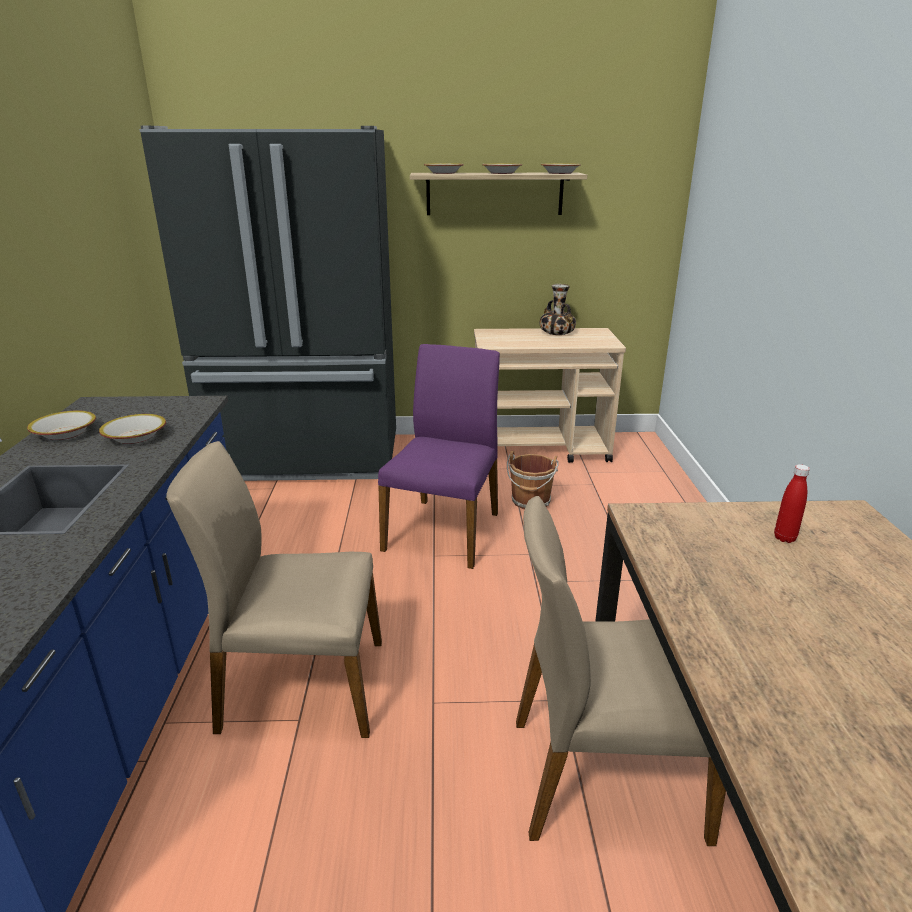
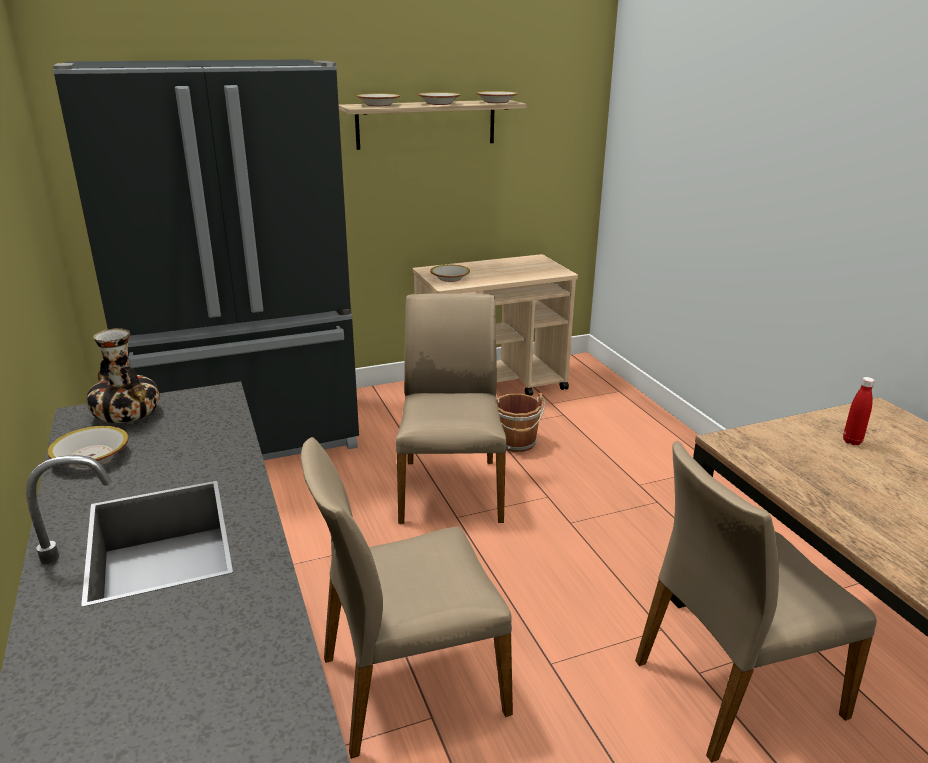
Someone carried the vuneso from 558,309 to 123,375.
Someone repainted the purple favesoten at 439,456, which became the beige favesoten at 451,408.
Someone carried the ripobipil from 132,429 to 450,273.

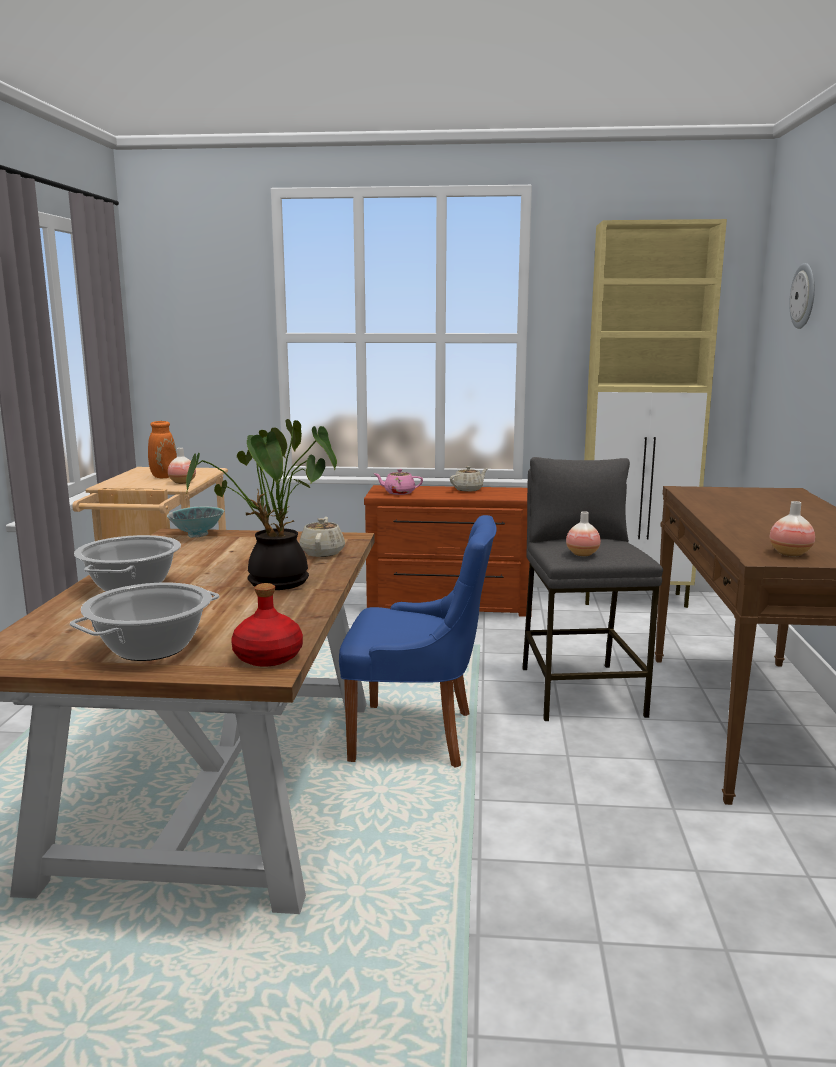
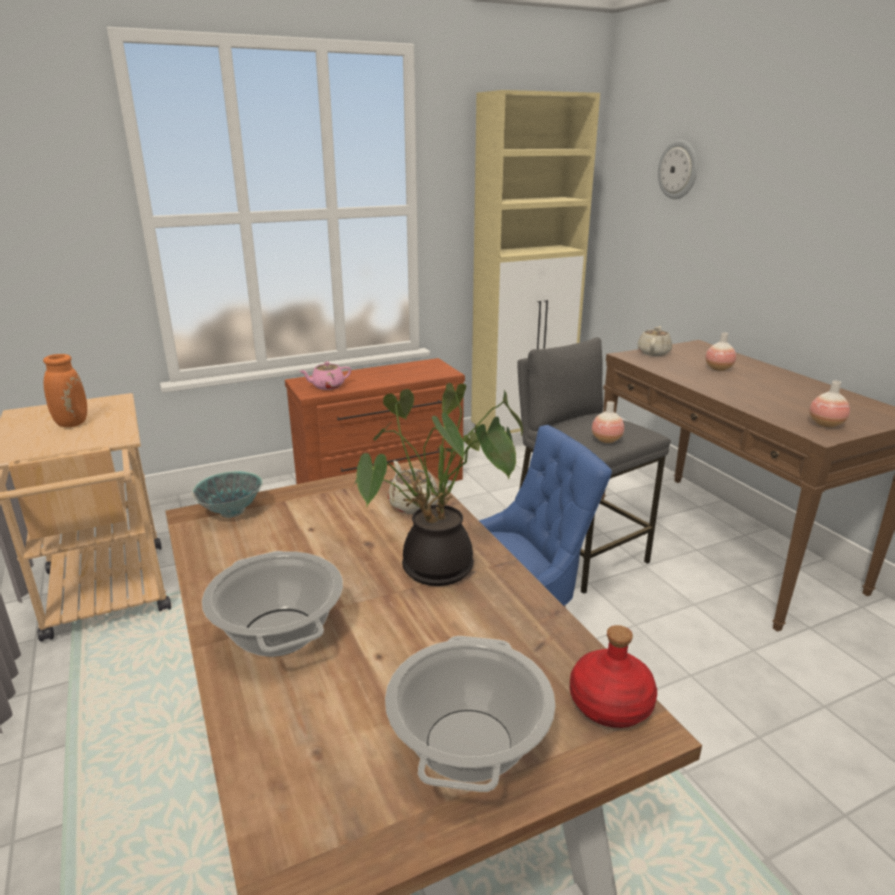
Someone carried the vuneso from 182,466 to 720,352.
Someone carried the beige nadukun from 469,479 to 655,341.

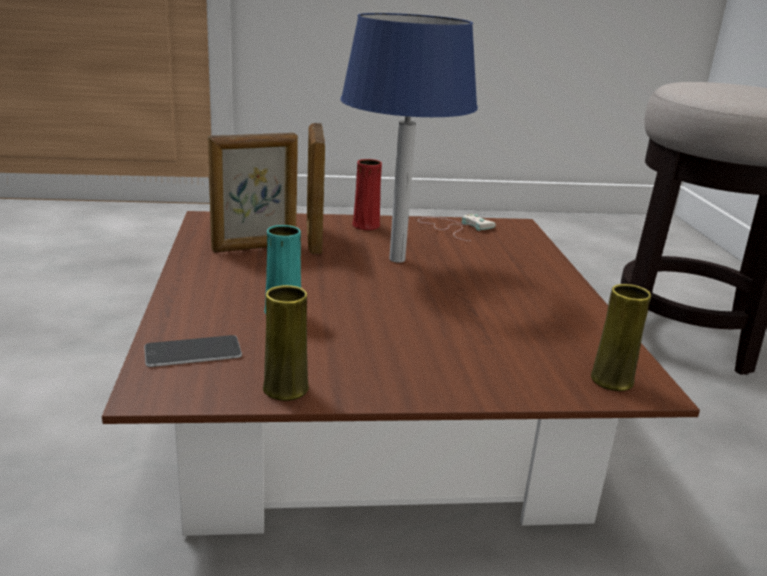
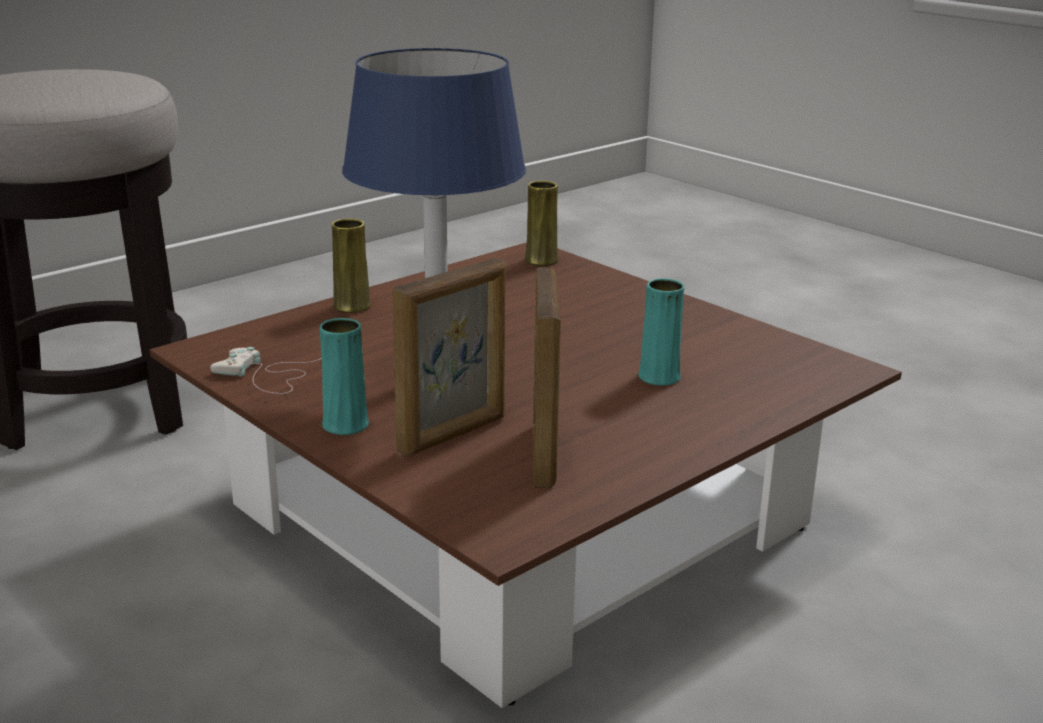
Someone rotated the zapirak at 253,192 by 60 degrees clockwise.
Someone repainted the red vuneso at 367,194, which became the turquoise vuneso at 344,376.
Someone carried the yellow vuneso from 286,343 to 351,265.
Someone took away the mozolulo at 193,351.

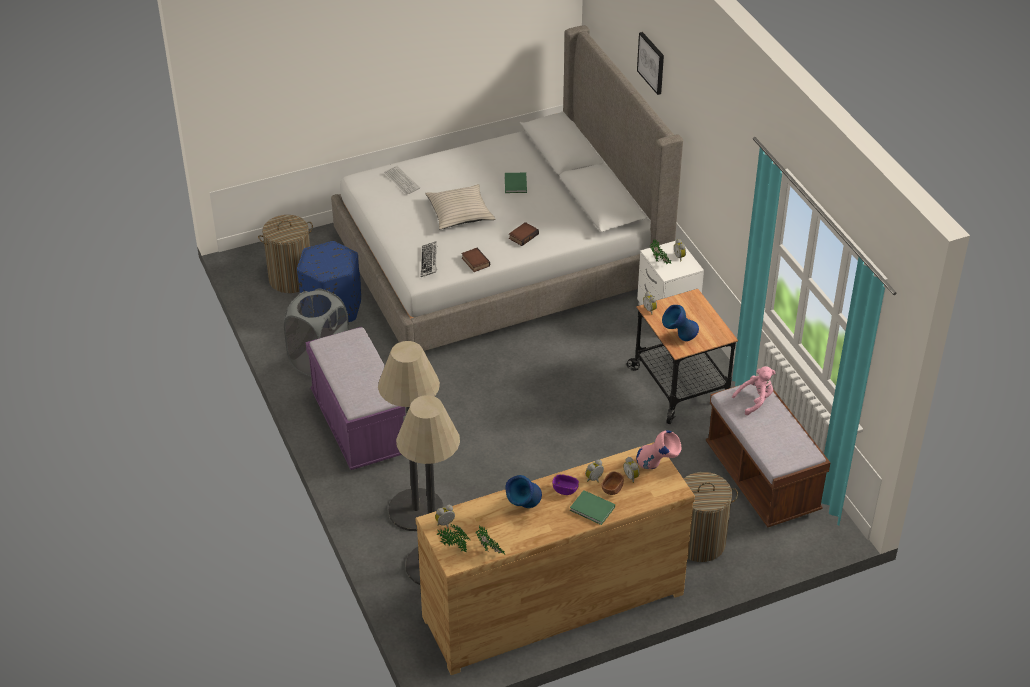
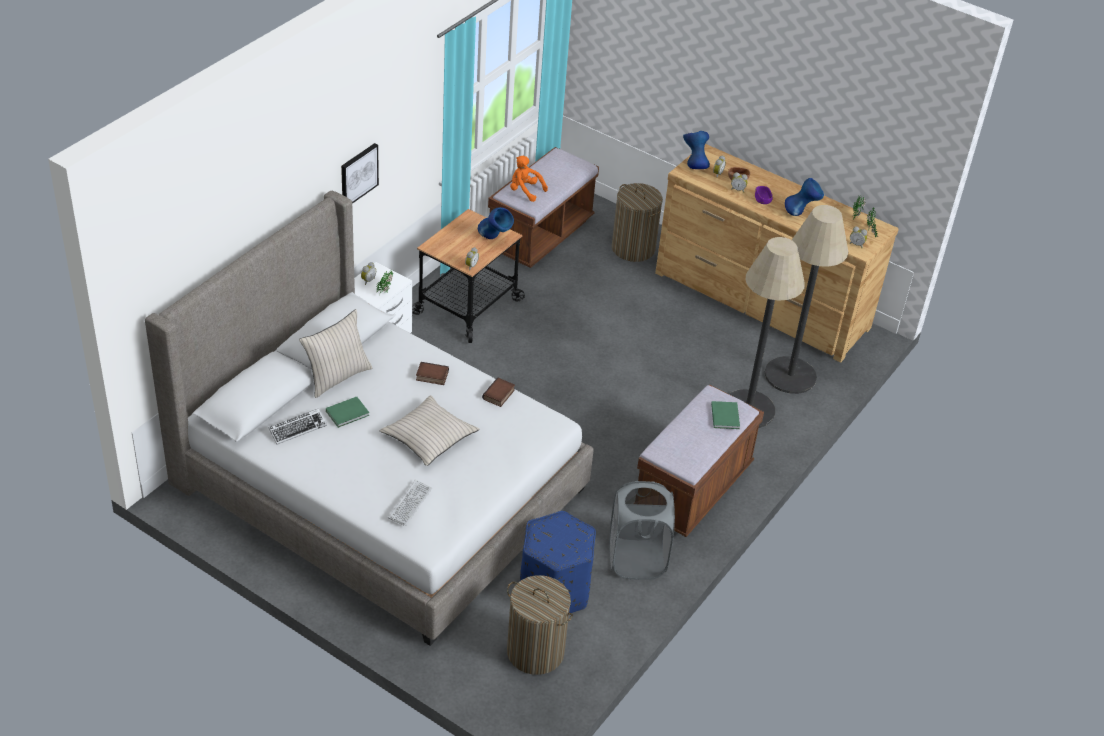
Someone carried the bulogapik from 650,63 to 360,173.
Someone carried the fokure from 429,259 to 297,426.
Someone repainted the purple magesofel at 356,398, which became the brown magesofel at 700,461.
Someone repainted the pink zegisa at 753,390, which became the orange zegisa at 529,179.
Someone repainted the pink vuneso at 658,449, which became the blue vuneso at 696,150.
Someone carried the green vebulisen from 592,507 to 725,415.
Someone put down the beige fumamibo at 335,353.

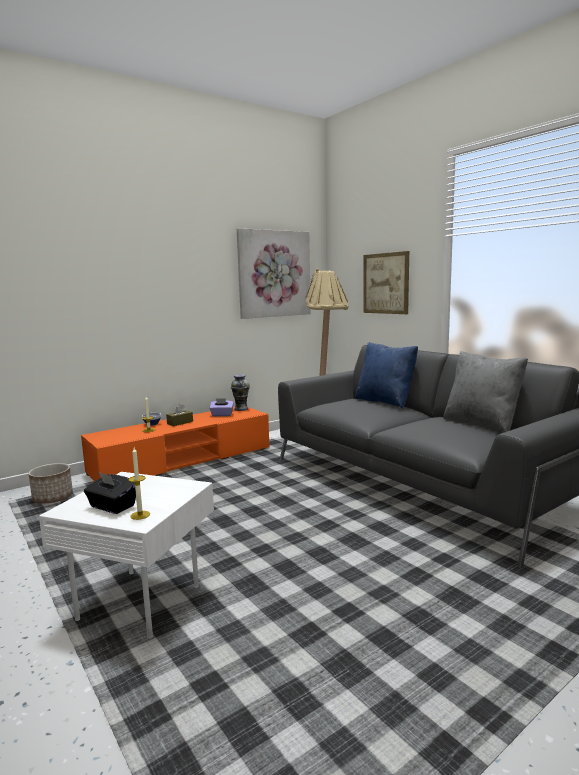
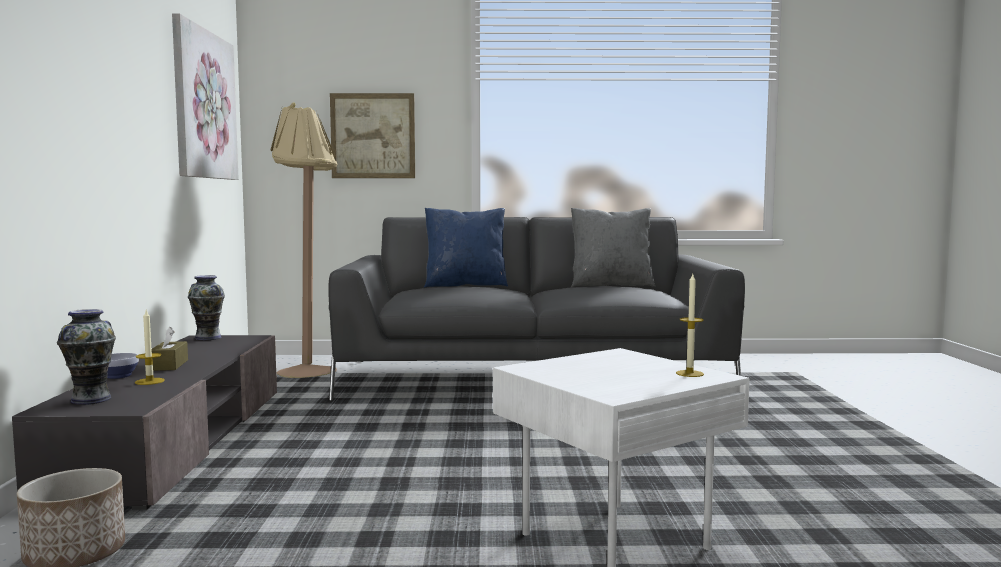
Someone took away the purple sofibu at 221,407.
Someone repainted the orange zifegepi at 175,444, which became the grey zifegepi at 144,422.
Someone took away the black sofibu at 110,493.
Someone put down the vuneso at 86,357.

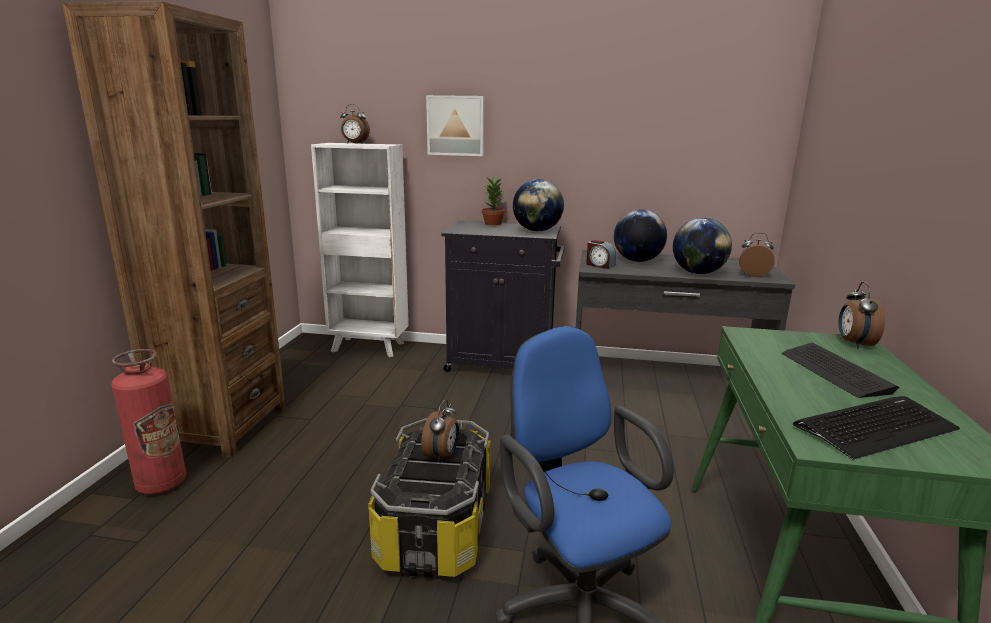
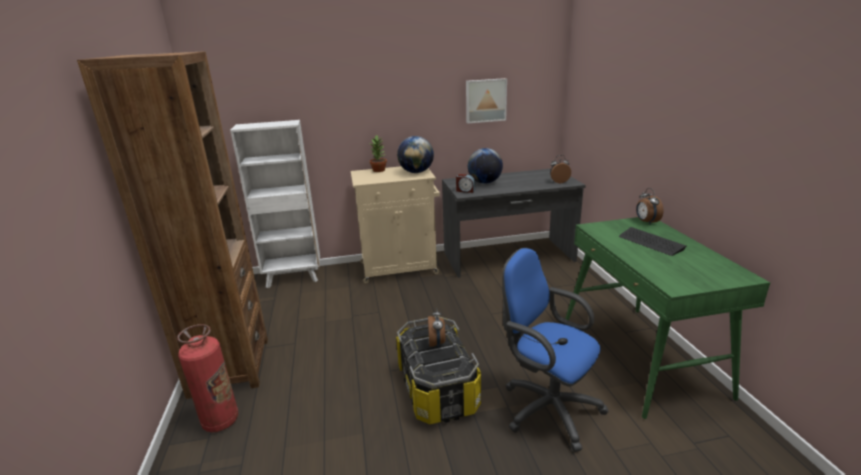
Someone carried the bulogapik from 455,125 to 486,100.
Someone took away the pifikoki at 355,124.
Someone took away the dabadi at 702,246.
Someone repainted the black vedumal at 503,296, which became the beige vedumal at 395,225.
Someone took away the fokure at 876,428.

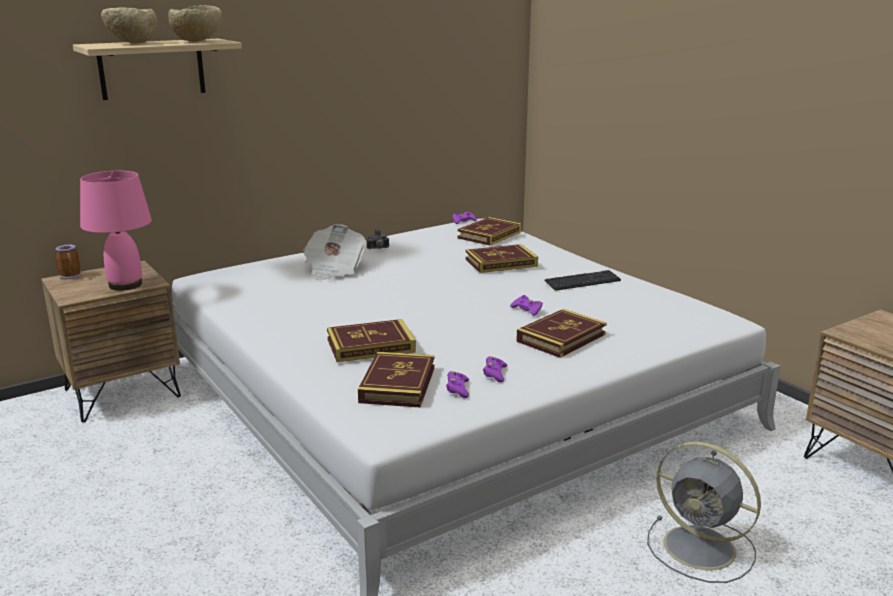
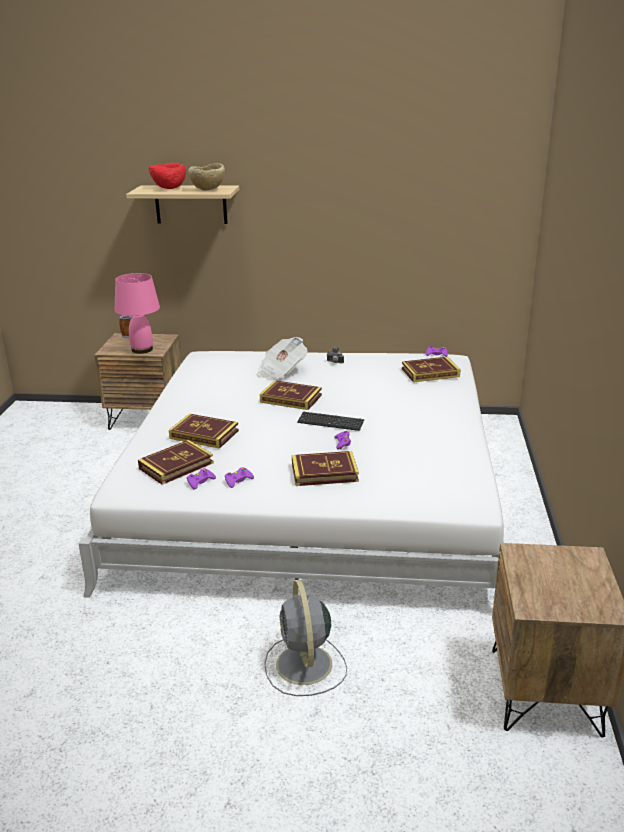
Someone repainted the beige ripobipil at 129,25, which became the red ripobipil at 167,176.
Someone carried the vebulisen from 502,258 to 291,395.
Someone carried the fokure from 582,280 to 330,421.

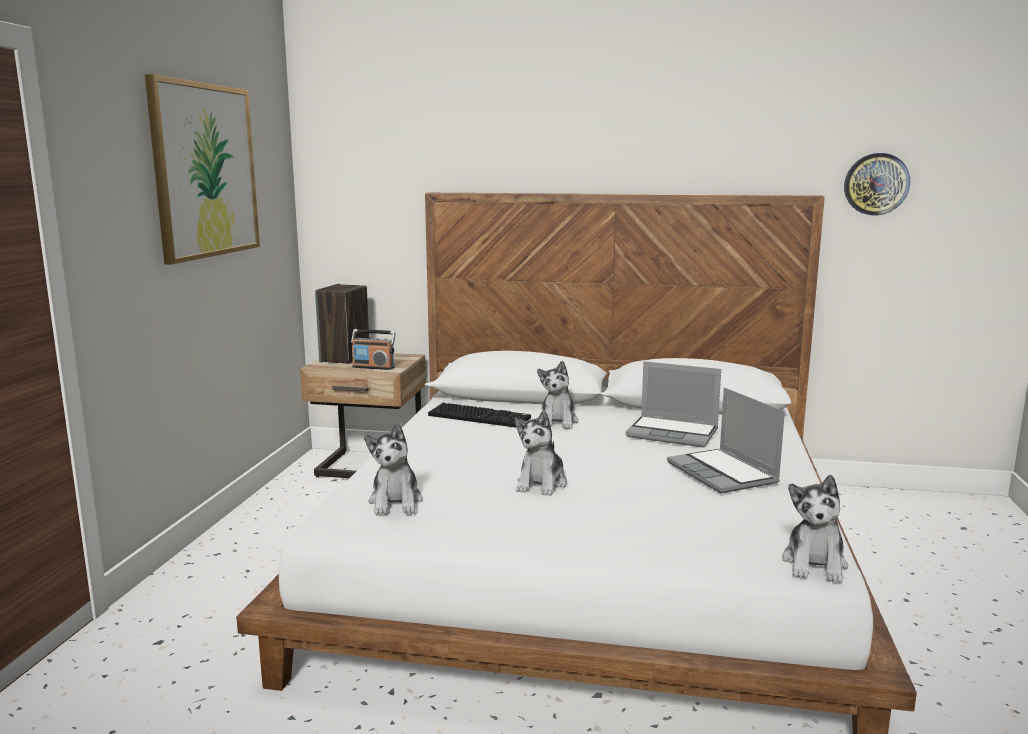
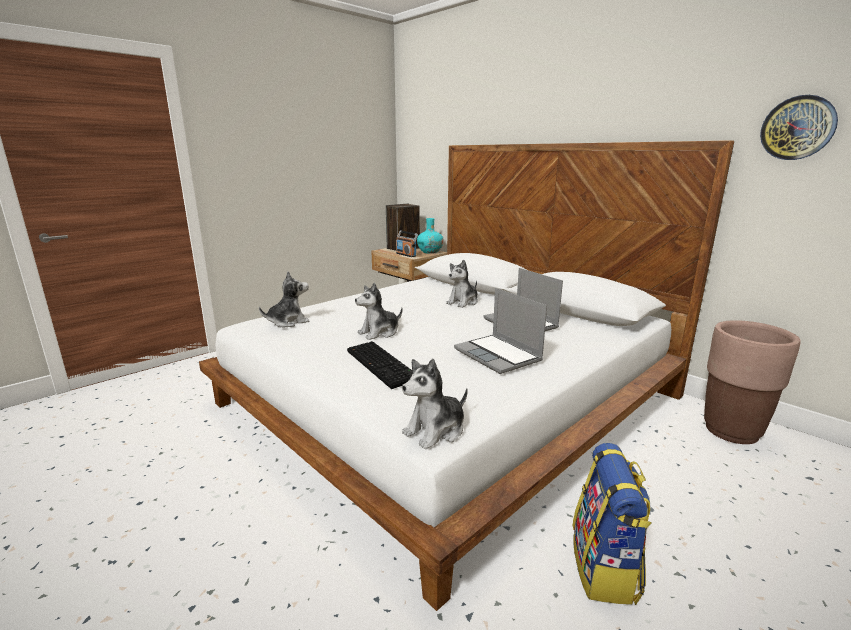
Someone took away the bulogapik at 202,169.
Someone rotated the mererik at 726,440 by 45 degrees counterclockwise.
Someone carried the fokure from 479,415 to 379,365.
Someone rotated the zegisa at 393,469 by 150 degrees counterclockwise.
Someone put down the turquoise vuneso at 430,236.
Someone put down the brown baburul at 752,382.
Someone put down the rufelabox at 611,524.

